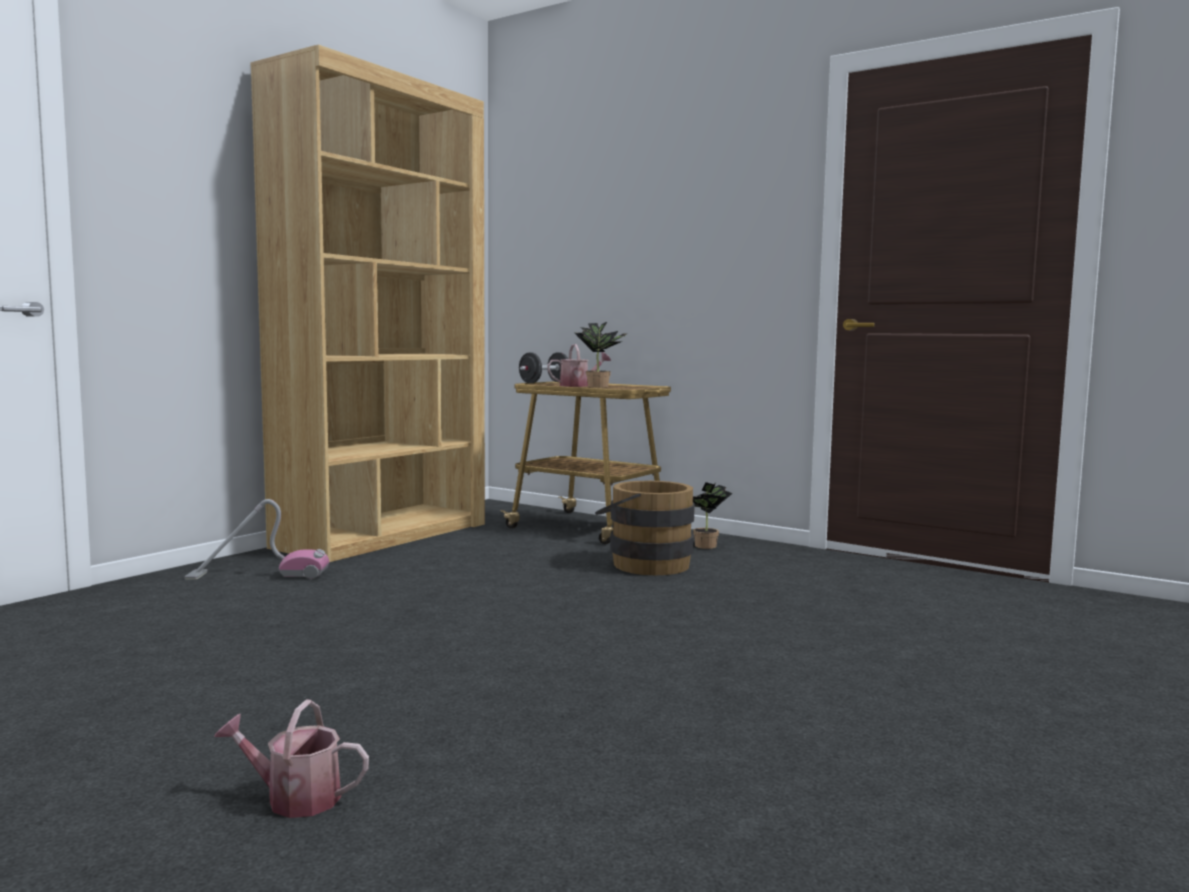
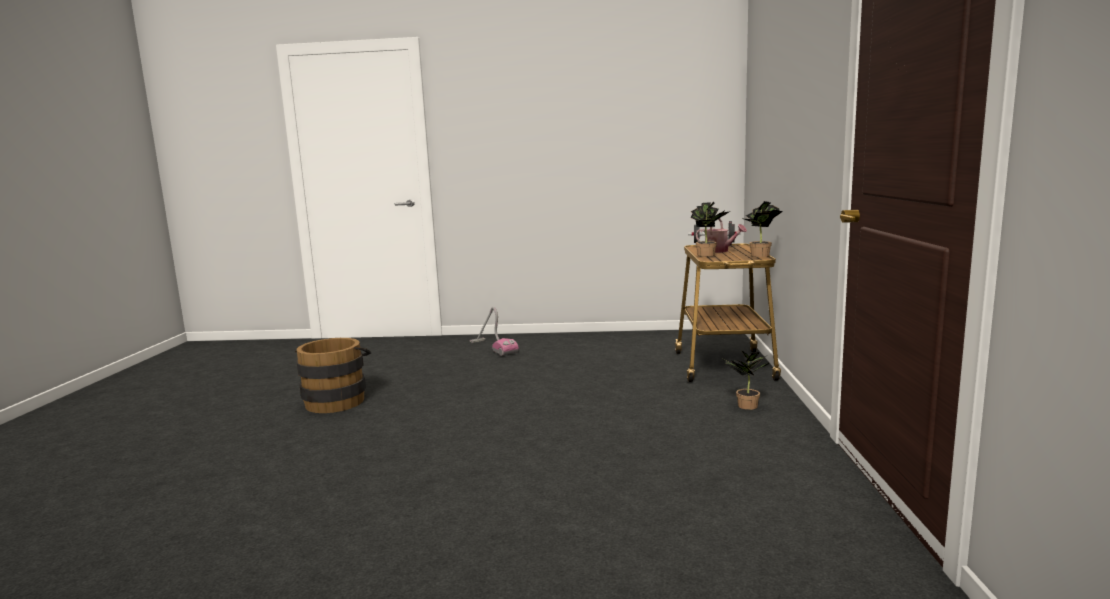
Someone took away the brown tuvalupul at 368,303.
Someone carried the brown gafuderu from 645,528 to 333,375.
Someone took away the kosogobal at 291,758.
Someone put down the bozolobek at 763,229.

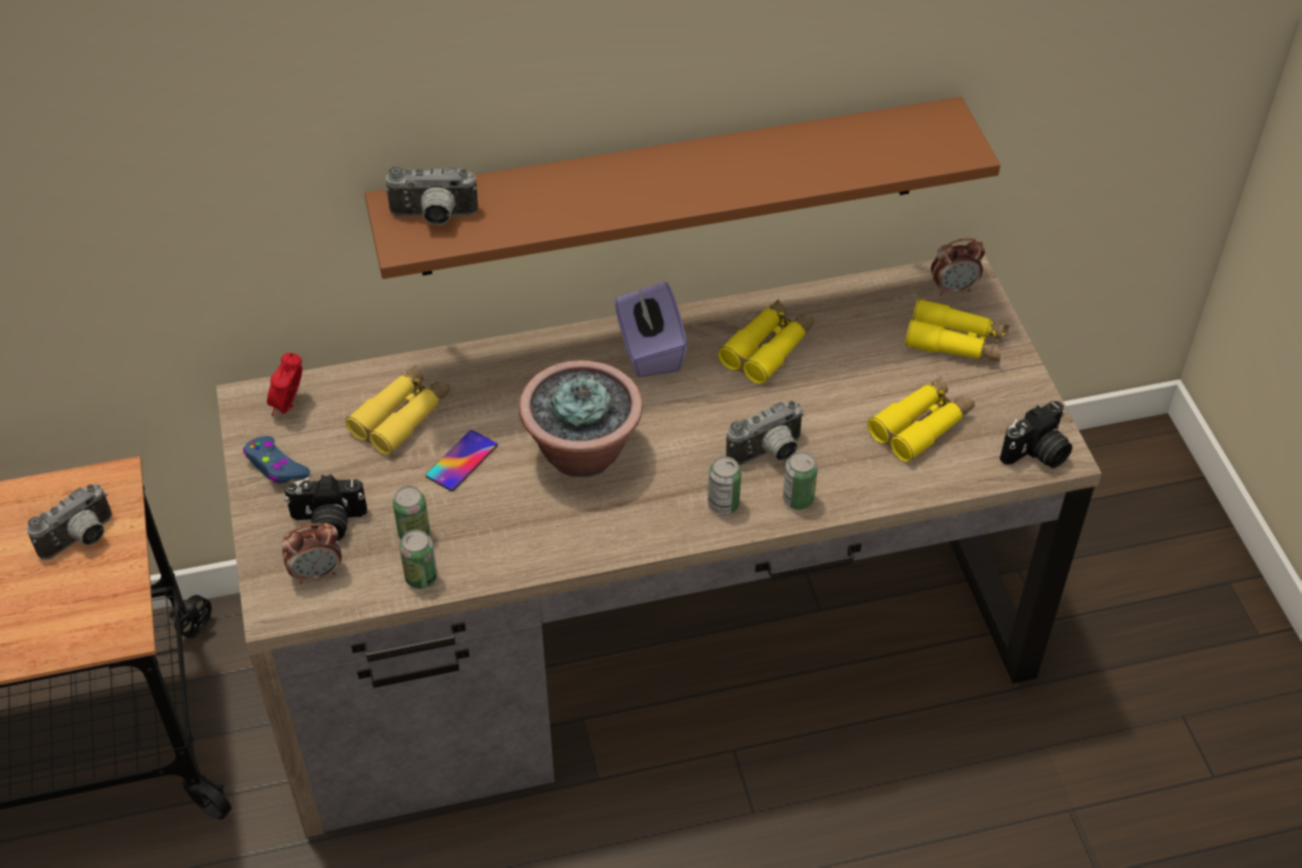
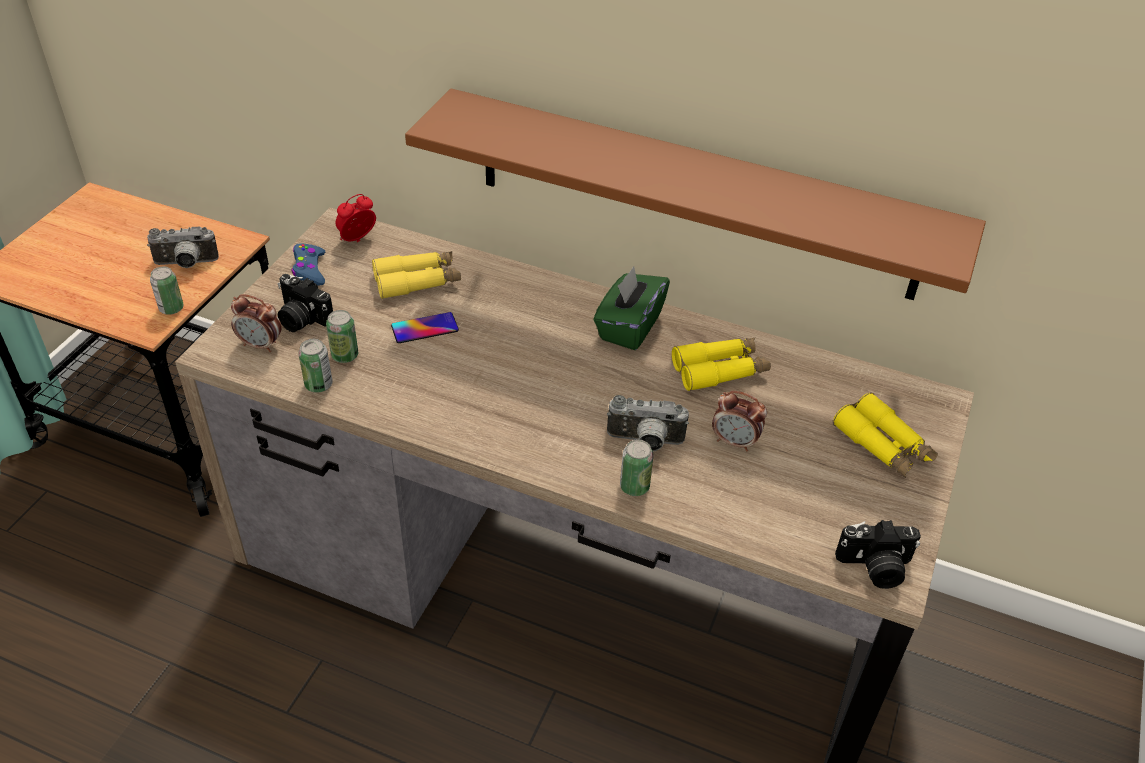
Someone took away the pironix at 431,196.
Someone carried the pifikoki from 958,267 to 739,421.
Someone repainted the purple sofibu at 651,329, which became the green sofibu at 632,308.
Someone took away the bozolobek at 580,419.
Someone took away the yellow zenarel at 921,419.
Someone carried the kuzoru from 724,485 to 167,290.

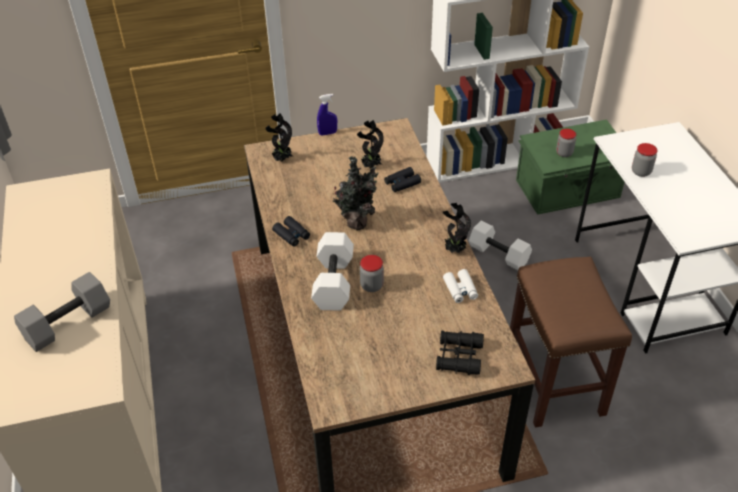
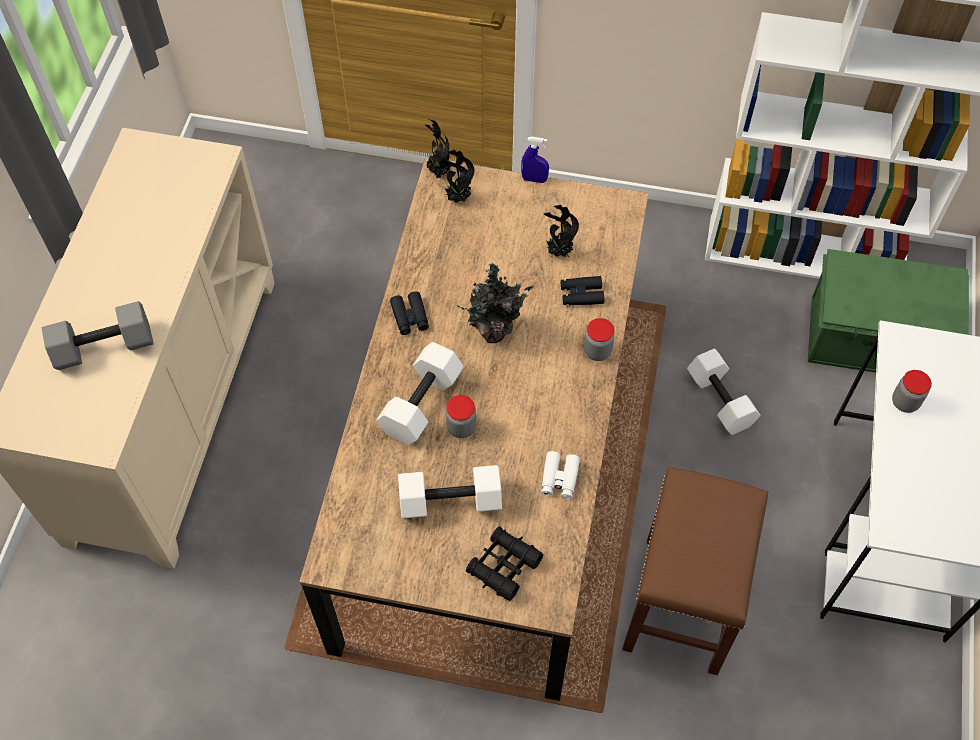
Someone carried the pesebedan from 566,143 to 599,339.
Someone carried the bozolobek from 457,228 to 437,148.
Someone put down the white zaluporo at 450,492.

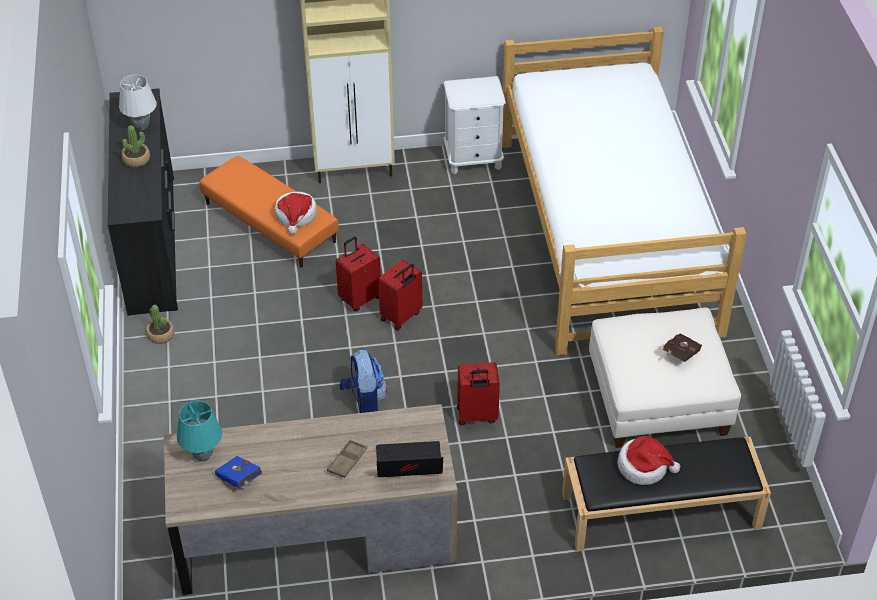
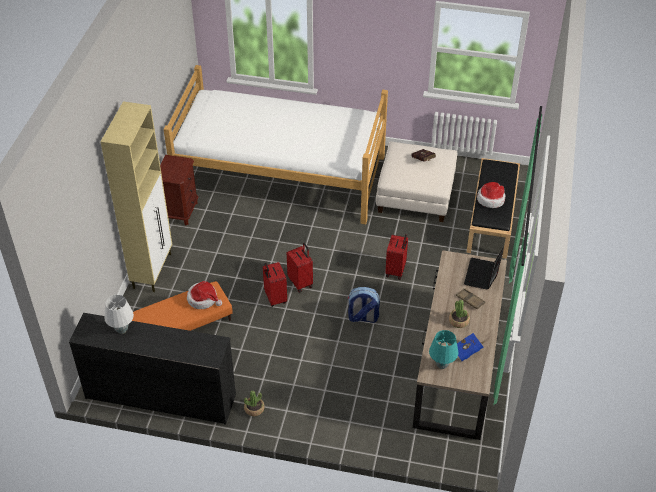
Someone repainted the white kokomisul at 475,125, which became the brown kokomisul at 179,190.
Someone carried the bozolobek from 135,146 to 459,314.

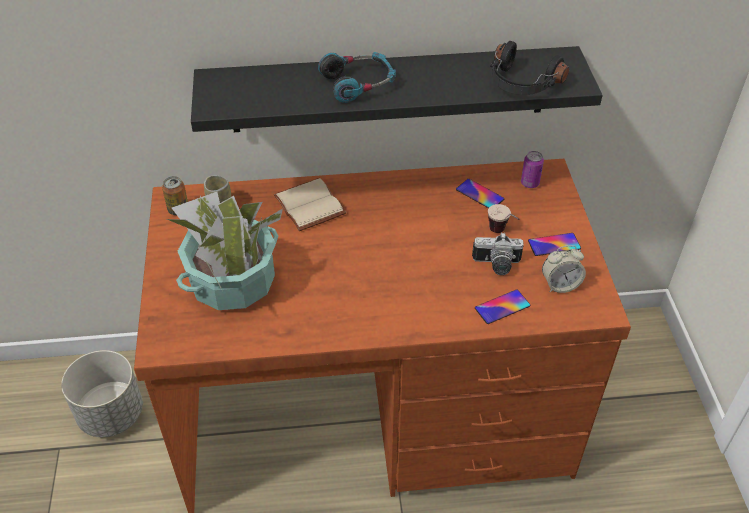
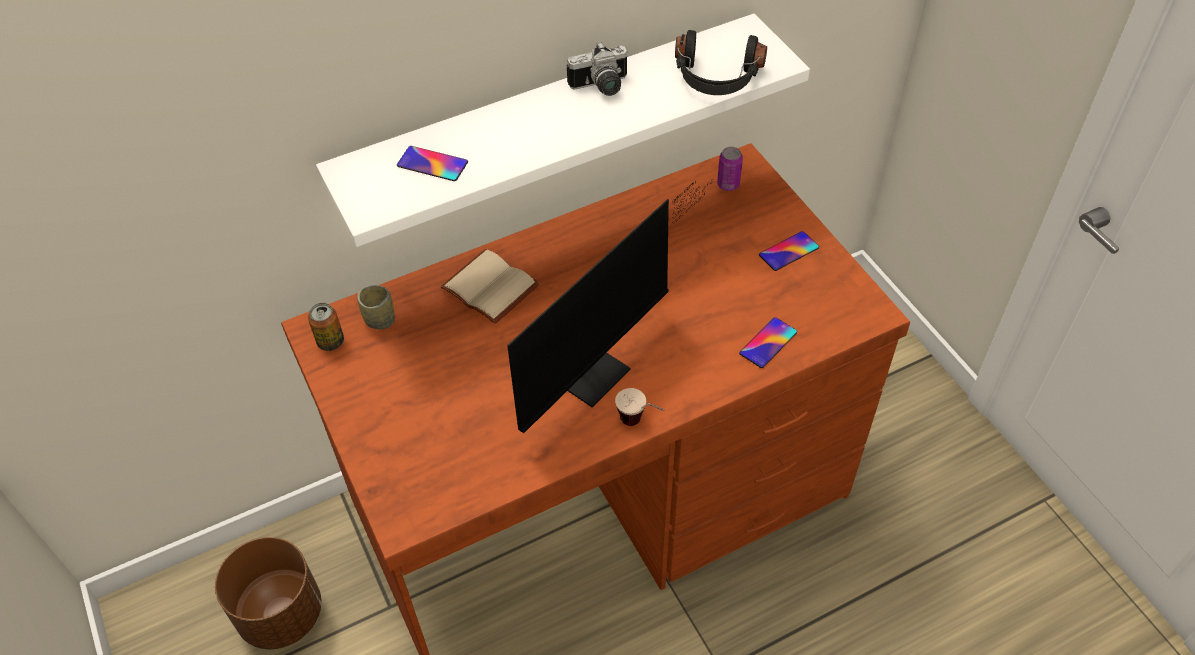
Someone repainted the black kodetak at 397,89, which became the white kodetak at 563,130.
Someone took away the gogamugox at 357,77.
Someone carried the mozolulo from 480,193 to 432,163.
Someone took away the bozolobek at 225,251.
Someone carried the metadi from 504,218 to 640,407.
Someone carried the pironix from 498,253 to 597,69.
Someone took away the pifikoki at 564,269.
Someone repainted the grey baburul at 102,393, which became the brown baburul at 268,593.
Someone put down the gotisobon at 609,306.

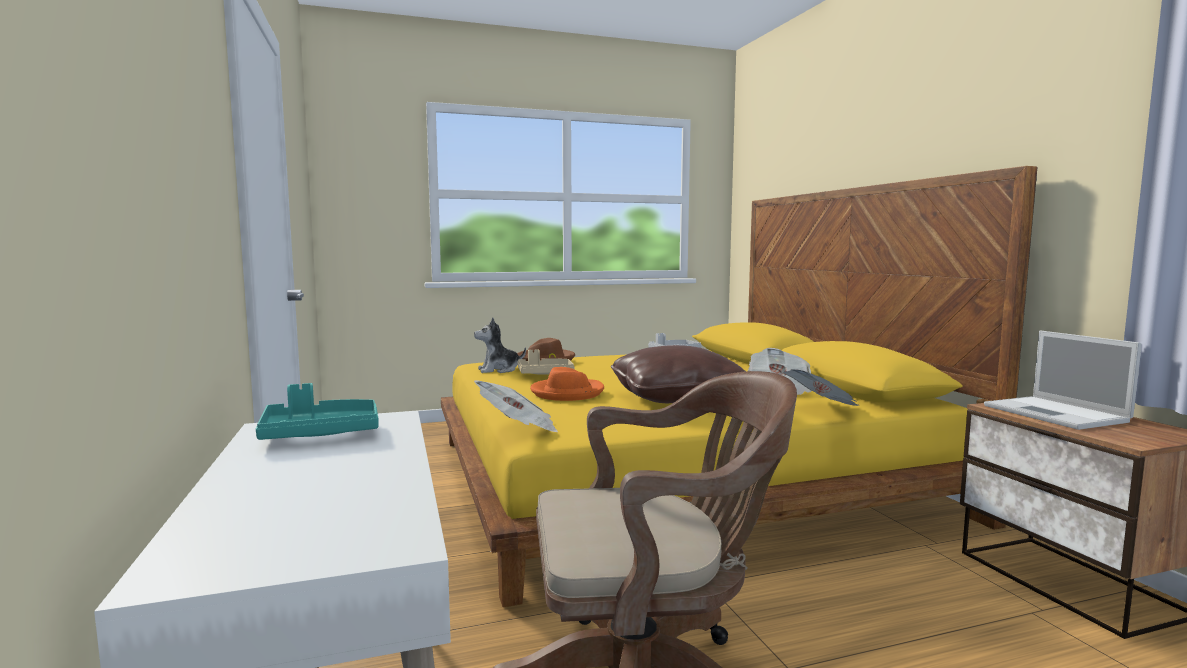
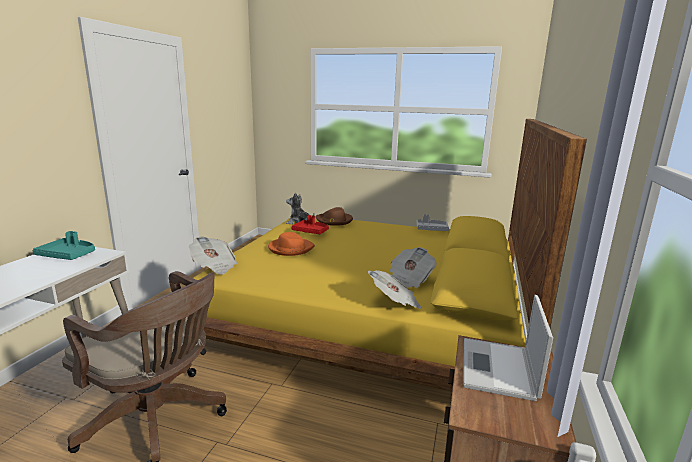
Someone took away the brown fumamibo at 678,374.
Someone repainted the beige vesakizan at 546,362, which became the red vesakizan at 310,224.

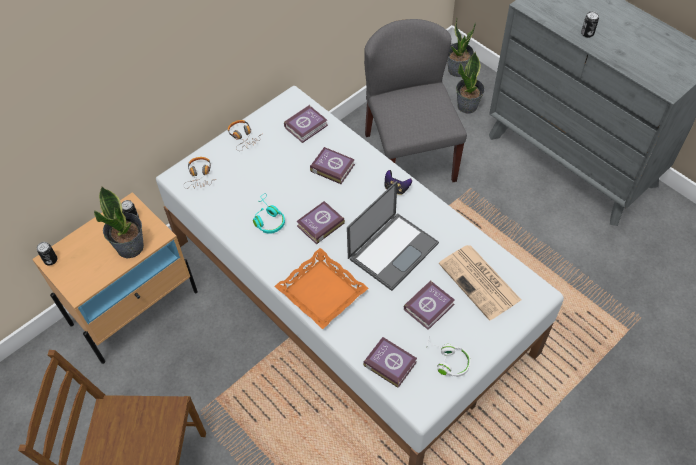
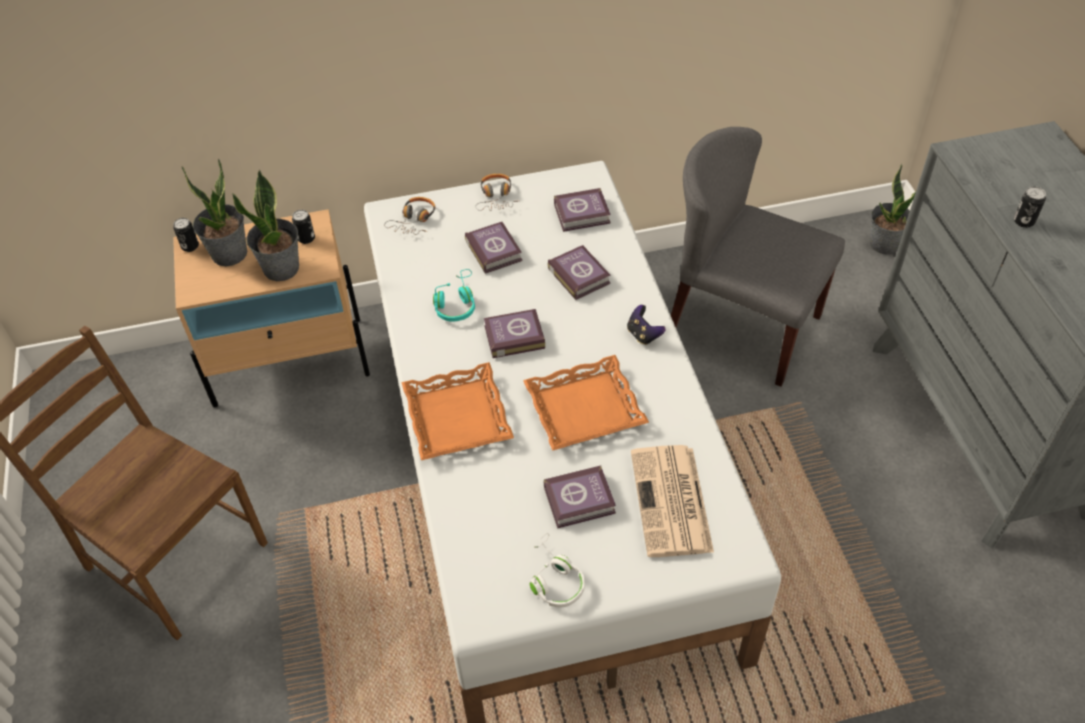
Someone rotated the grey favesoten at 415,100 by 75 degrees counterclockwise.
Someone carried the bozolobek from 470,83 to 214,212.
Someone swapped the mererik at 393,236 for the orange vesakizan at 586,403.
Someone carried the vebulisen from 390,362 to 493,248.

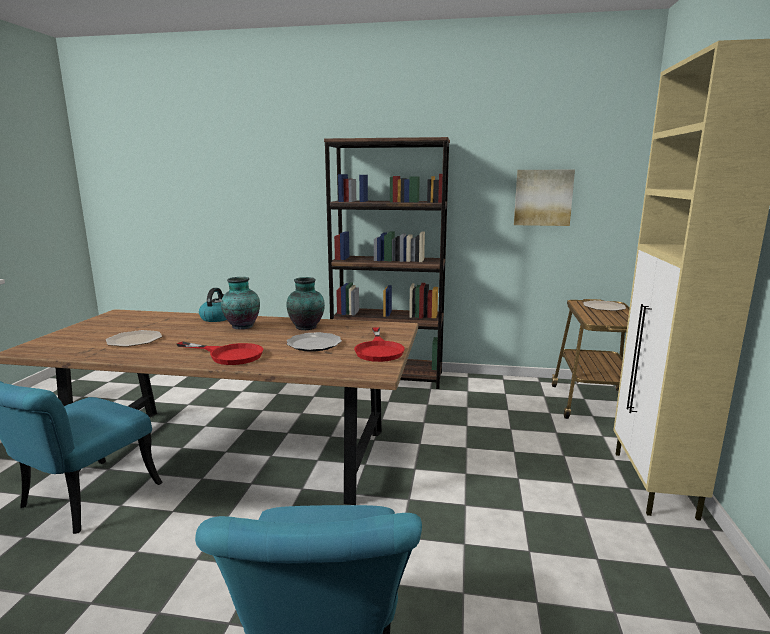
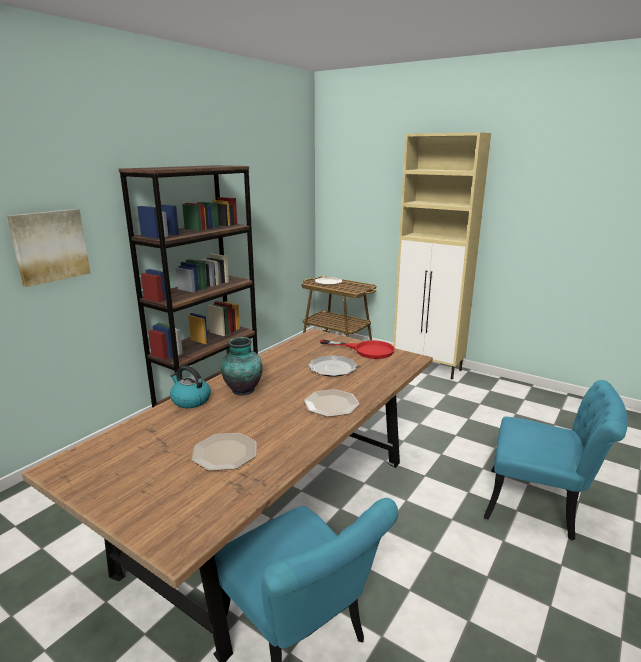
Someone carried the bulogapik from 544,198 to 48,248.
Someone took away the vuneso at 305,303.
Someone swapped the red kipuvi at 220,353 for the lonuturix at 332,403.

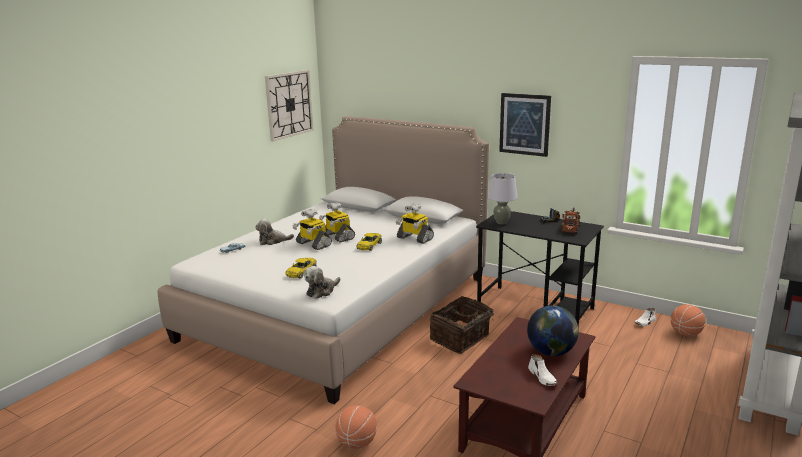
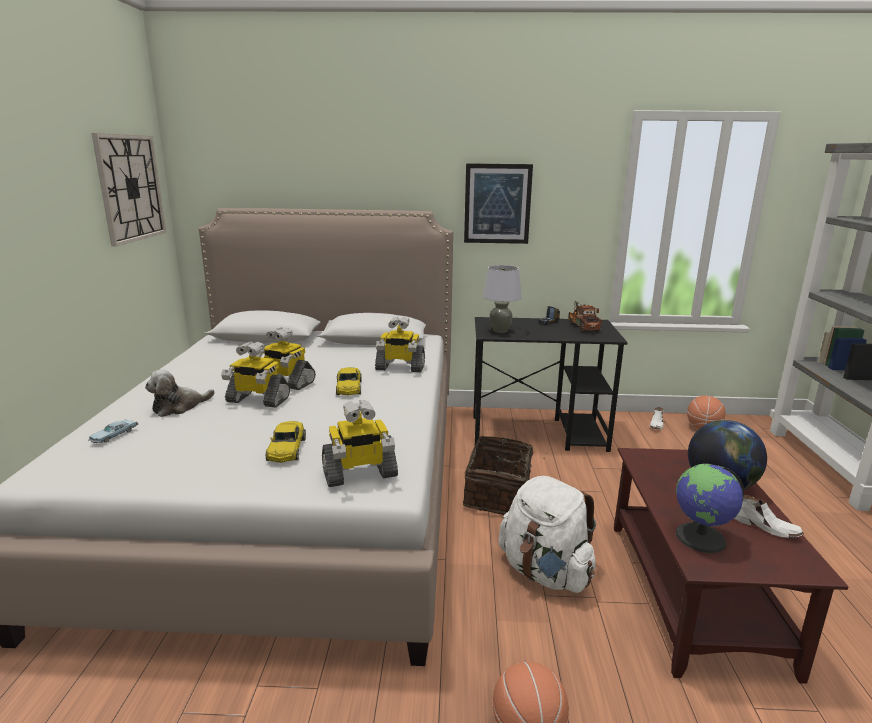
Someone swapped the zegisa at 322,282 for the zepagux at 360,443.
Someone put down the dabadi at 710,508.
Someone put down the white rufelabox at 547,534.

